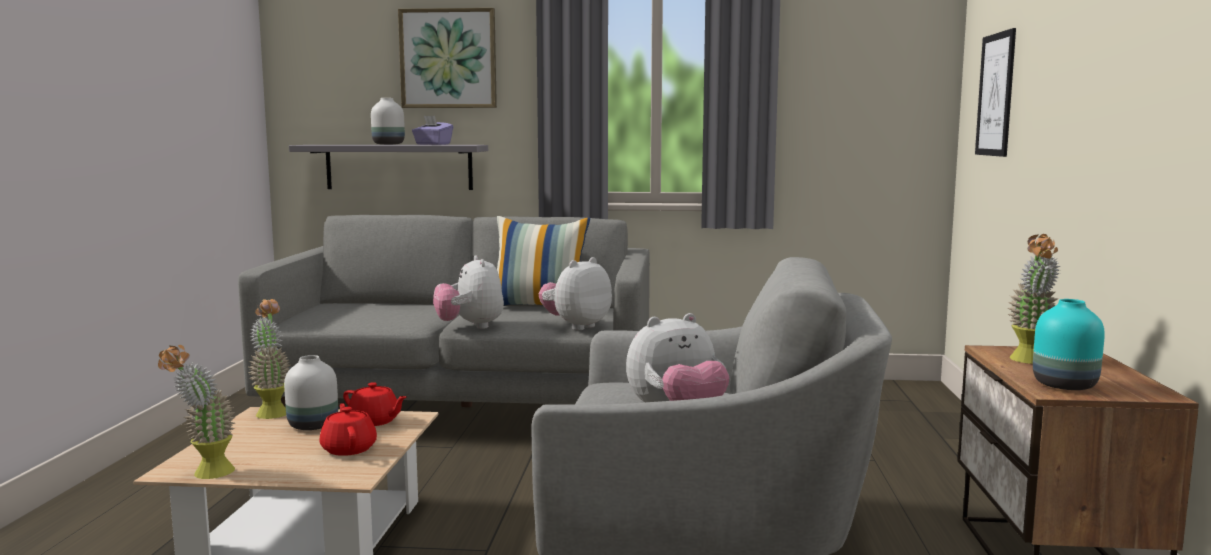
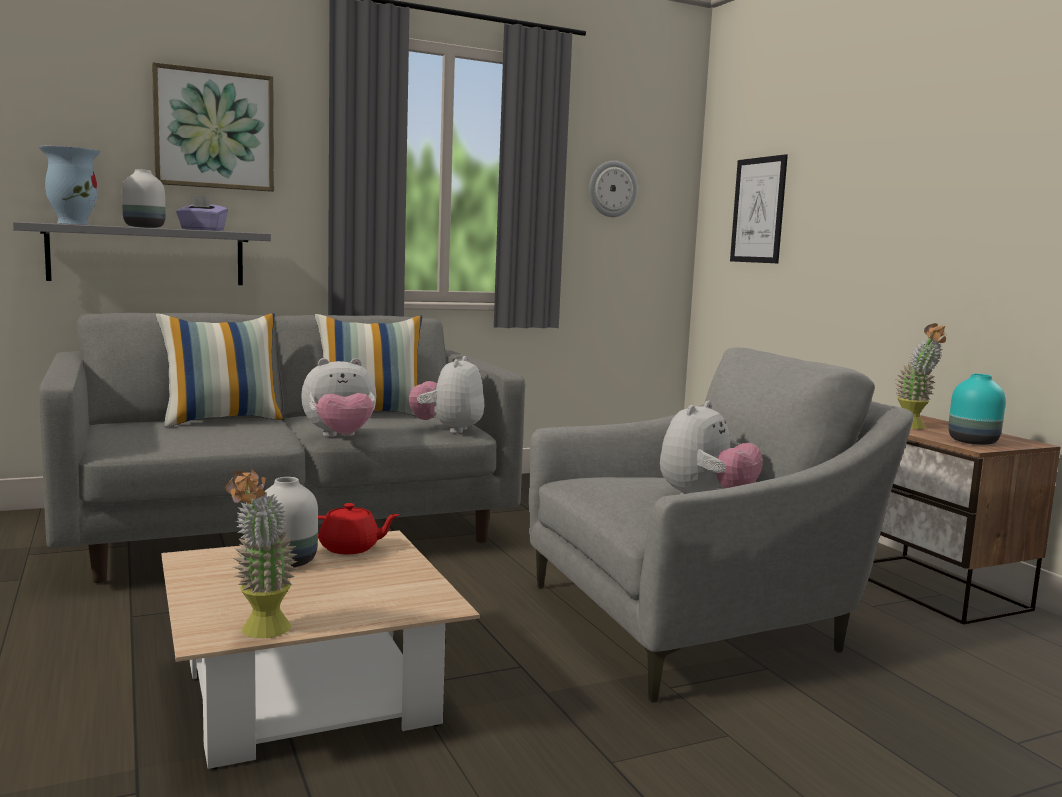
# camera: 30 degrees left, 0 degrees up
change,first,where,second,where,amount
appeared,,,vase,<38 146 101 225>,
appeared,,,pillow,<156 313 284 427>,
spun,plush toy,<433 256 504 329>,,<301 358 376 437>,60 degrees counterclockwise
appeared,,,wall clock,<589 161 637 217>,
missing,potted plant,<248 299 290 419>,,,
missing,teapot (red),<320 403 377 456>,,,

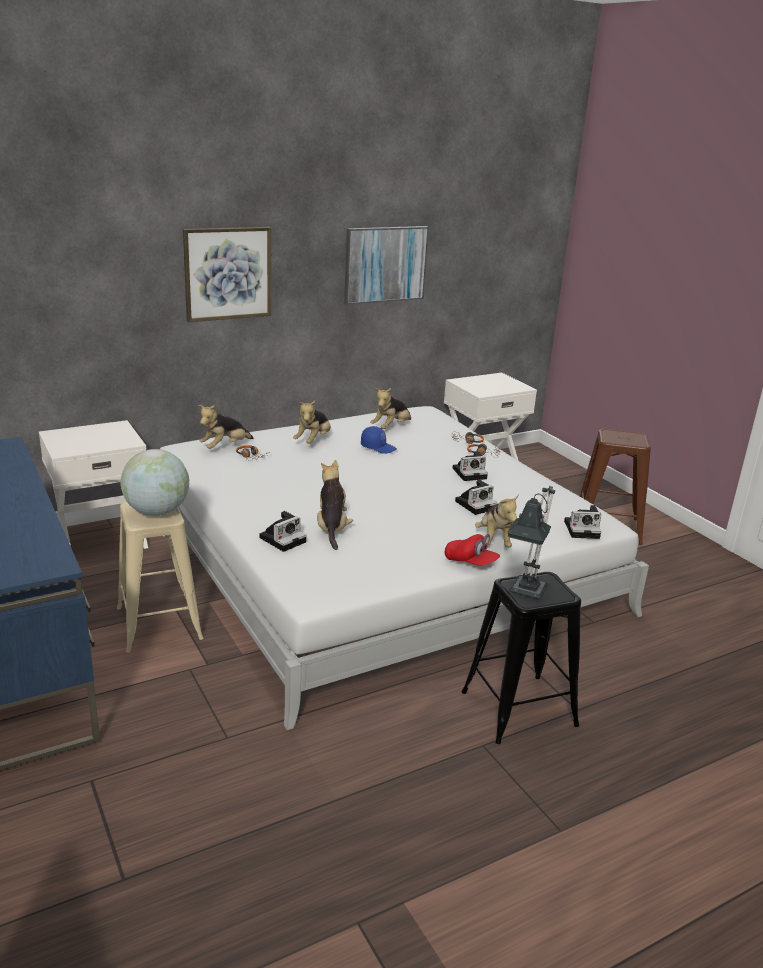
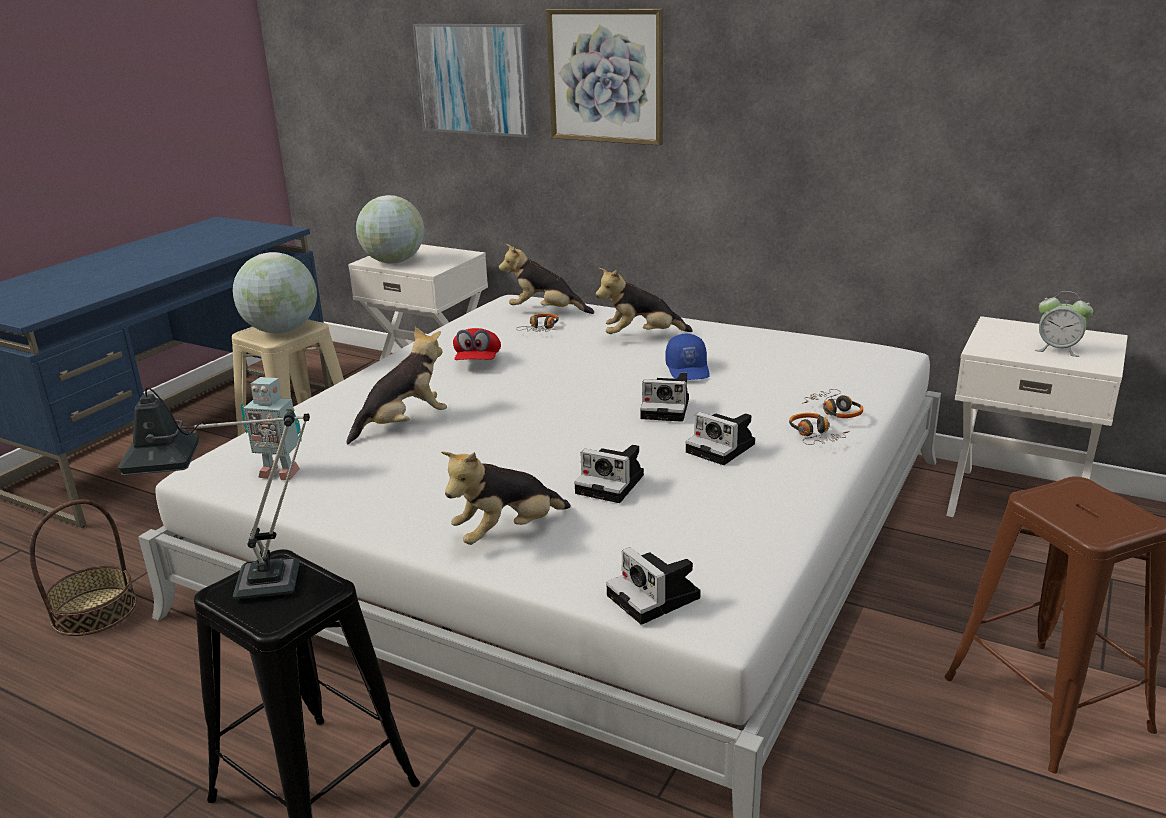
# camera: 60 degrees right, 0 degrees up
change,first,where,second,where,amount
appeared,,,basket,<30 499 137 636>,
appeared,,,toy robot,<240 377 302 480>,
appeared,,,globe,<356 195 424 264>,
relocated,picture,<344 226 429 305>,,<413 24 532 137>,
relocated,cap (red),<445 534 500 566>,,<453 328 501 360>,
relocated,photo camera,<259 511 307 552>,,<640 373 689 422>,
appeared,,,alarm clock,<1035 291 1093 357>,
missing,plush toy,<370 388 411 429>,,,

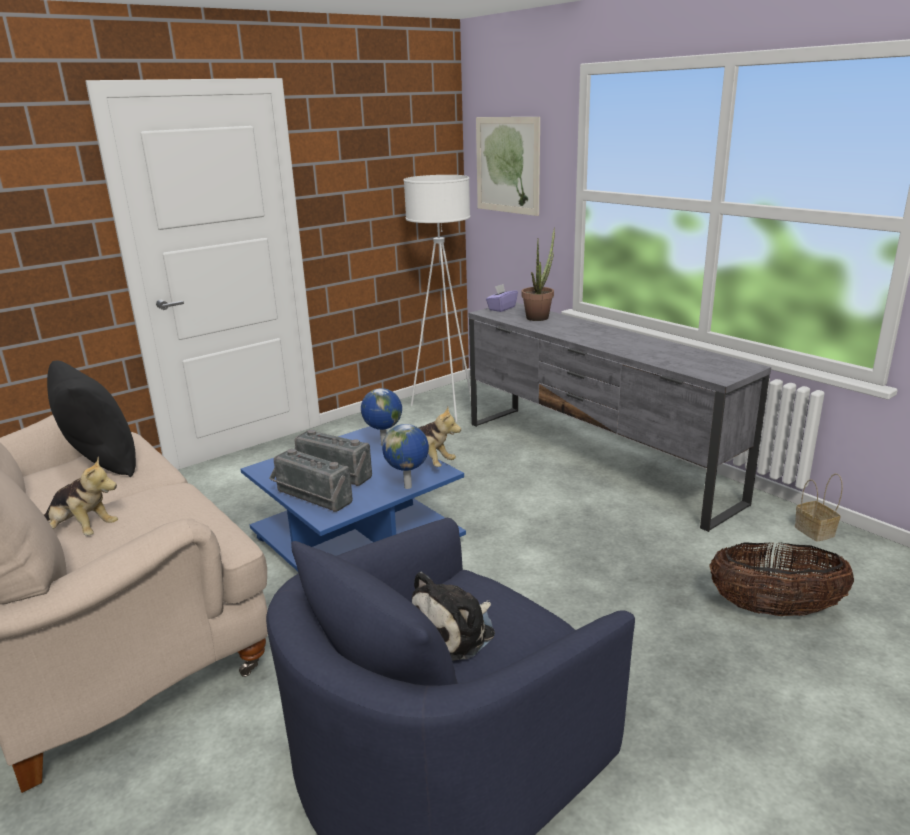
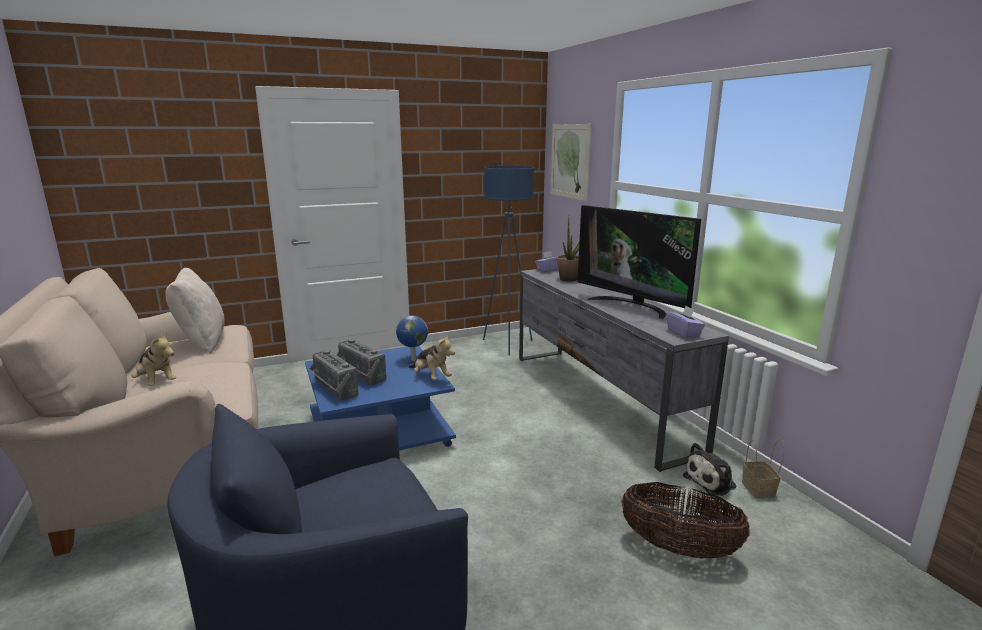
# camera: 15 degrees right, 5 degrees down
change,first,where,second,where,amount
colour,pillow (black),<47 361 136 478>,pillow (beige),<165 268 225 353>,
colour,floor lamp (white),<404 175 471 422>,floor lamp (blue),<483 166 534 355>,
appeared,,,television,<578 205 701 319>,
appeared,,,tissue box (purple),<666 306 705 338>,
relocated,plush toy,<412 572 495 661>,,<683 443 736 496>,
missing,globe,<382 424 429 489>,,,

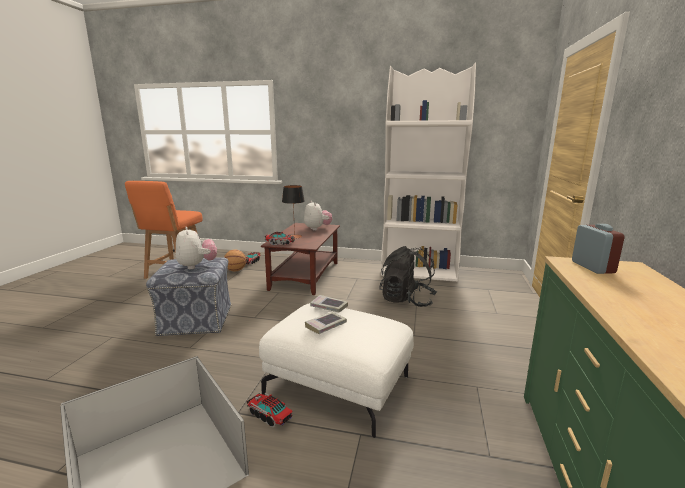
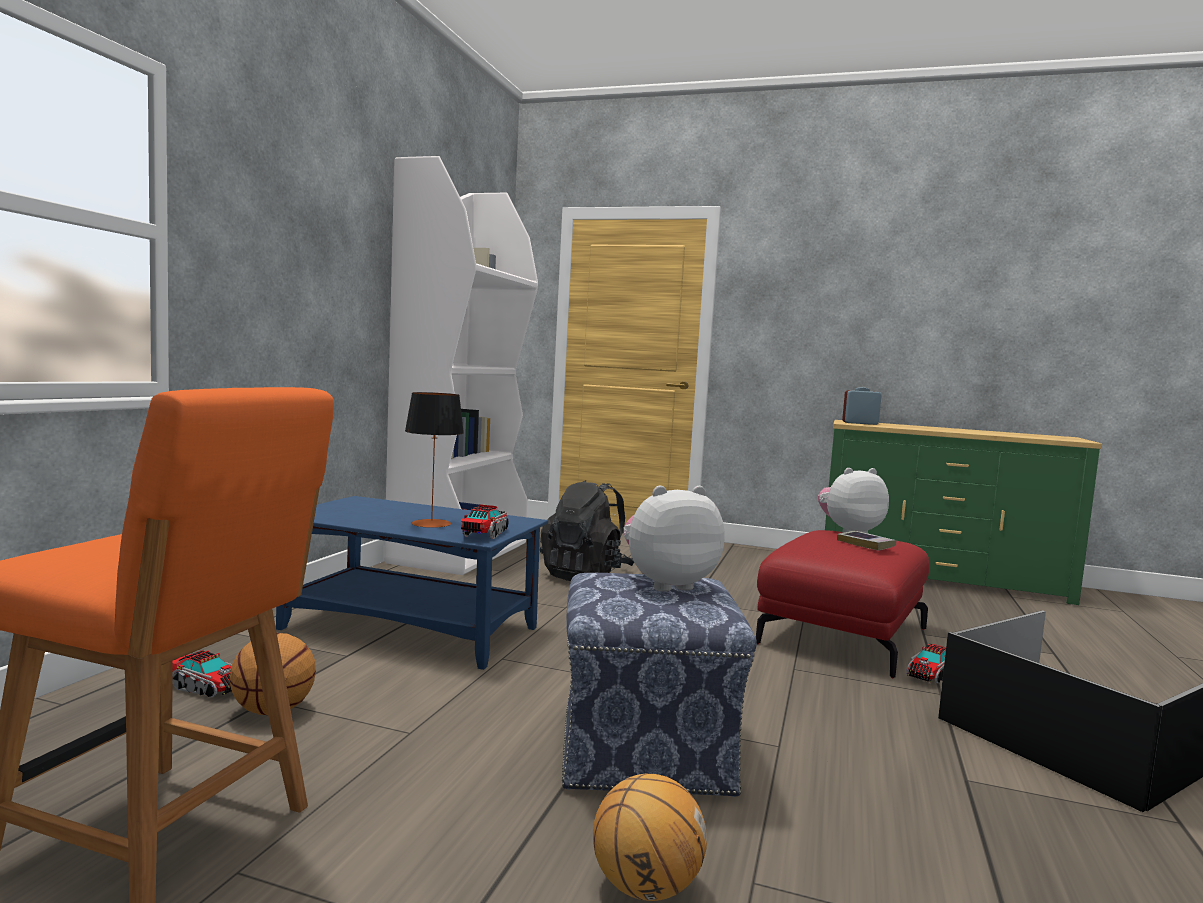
# camera: 85 degrees left, 10 degrees down
change,first,where,second,where,amount
colour,coffee table (brown),<261 223 340 295>,coffee table (blue),<276 496 548 670>,
appeared,,,basketball,<593 774 707 901>,
colour,ottoman (white),<259 303 414 438>,ottoman (red),<756 530 929 678>,
relocated,plush toy,<304 201 332 231>,,<818 468 889 533>,
missing,book,<310 295 348 312>,,,

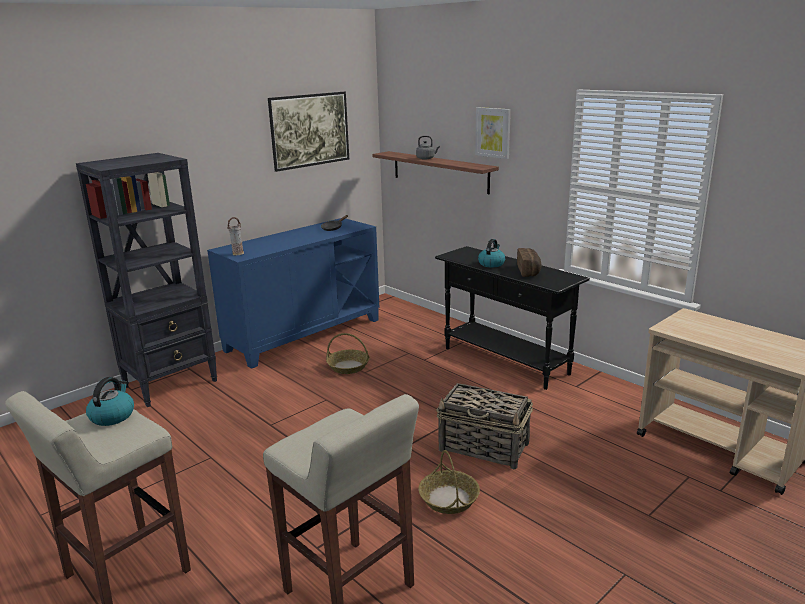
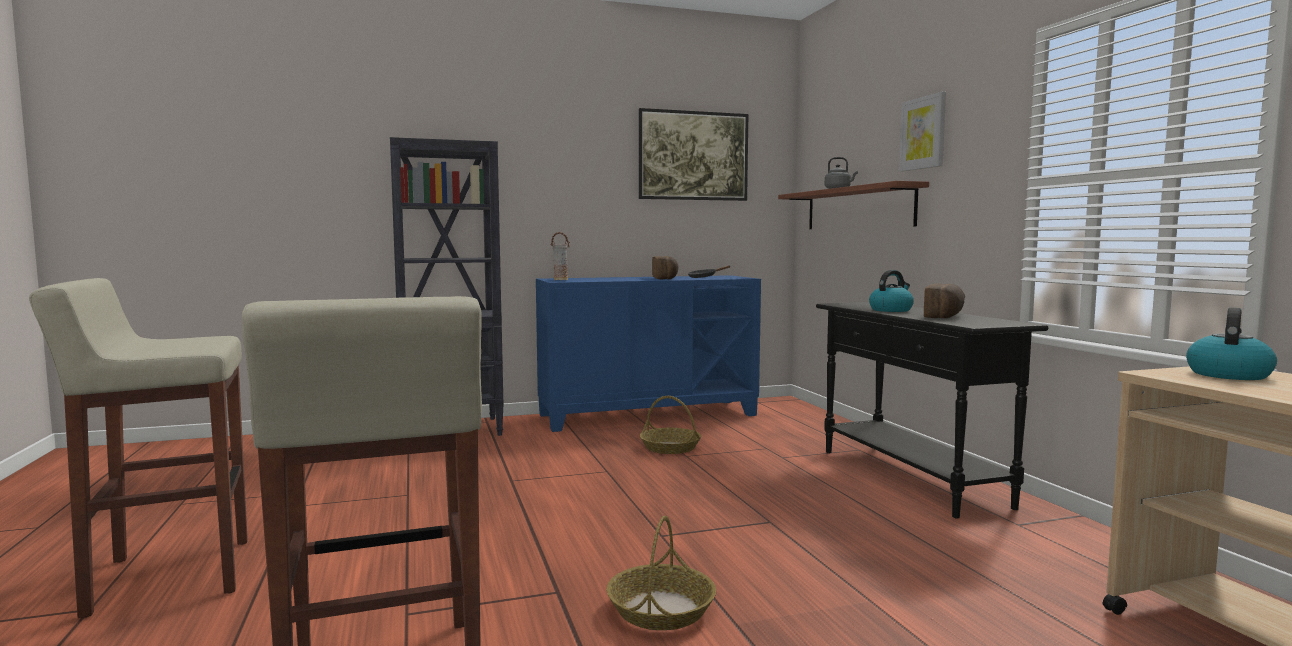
# camera: 25 degrees right, 15 degrees down
change,first,where,second,where,amount
appeared,,,bread,<652 256 679 279>,
relocated,kettle,<86 377 134 426>,,<1186 308 1277 380>,
missing,basket,<436 383 533 470>,,,

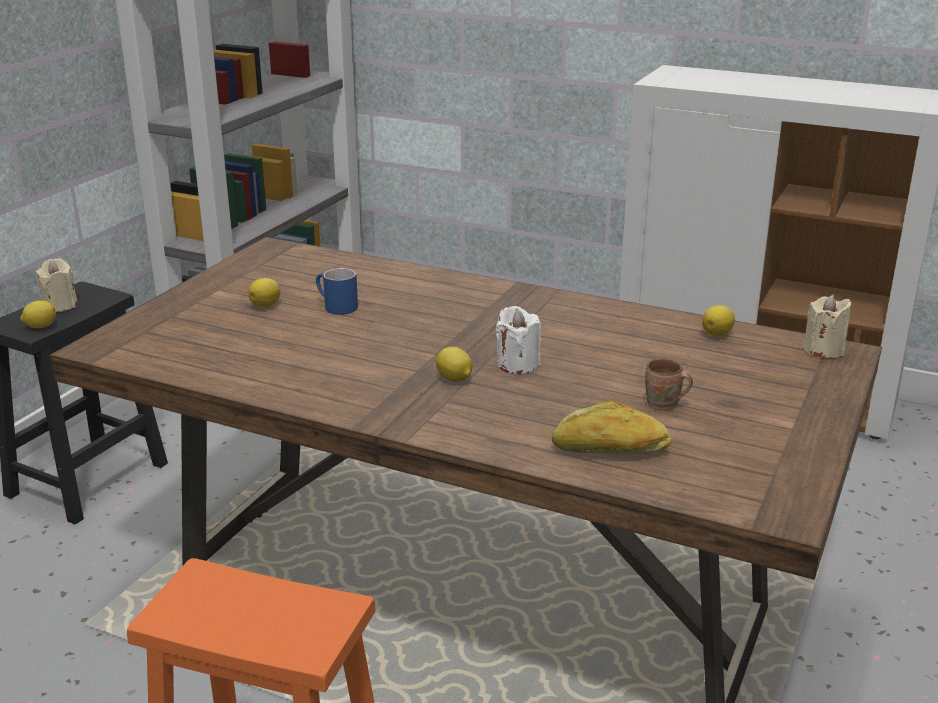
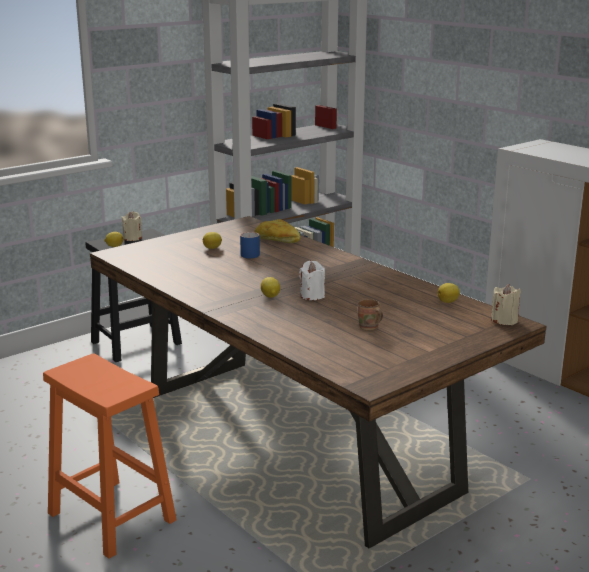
# camera: 25 degrees right, 5 degrees down
change,first,where,second,where,amount
relocated,bread,<552 401 672 454>,,<254 219 301 243>,

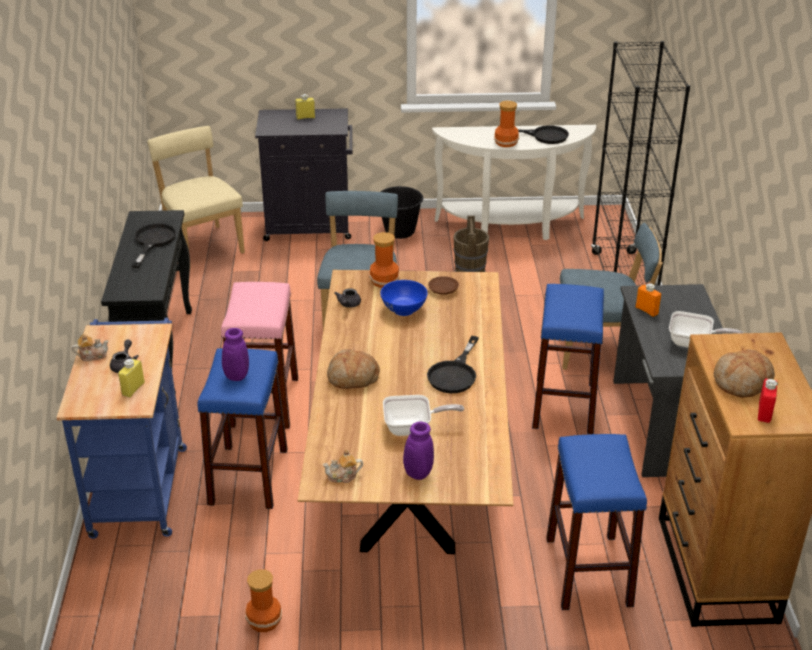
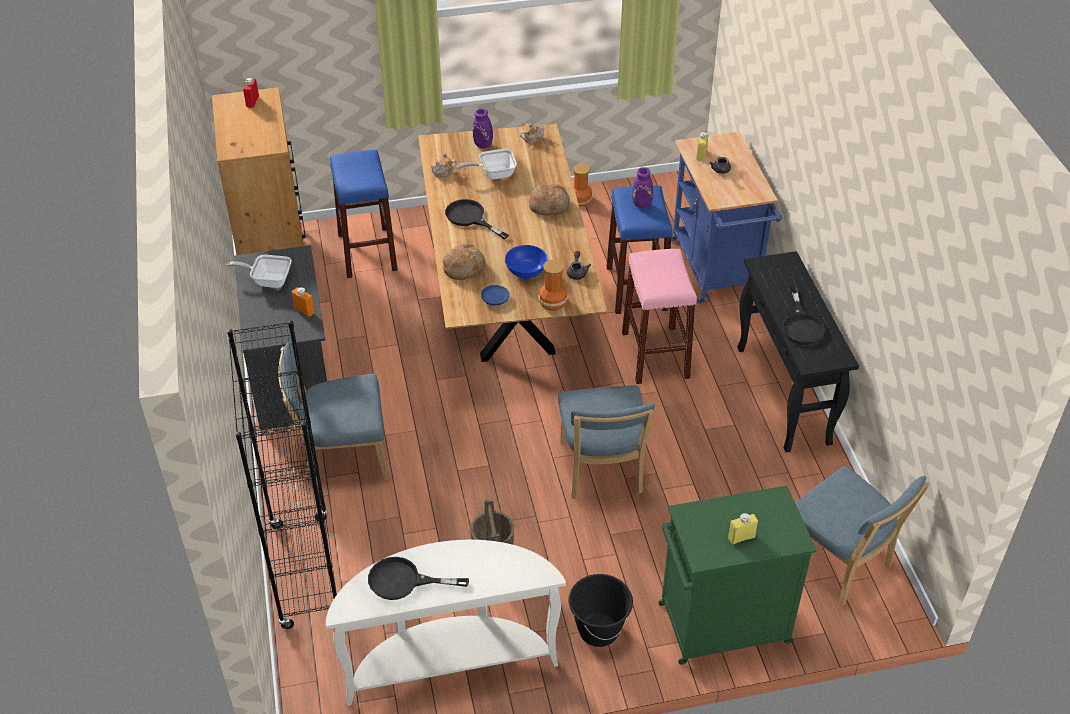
# camera: 170 degrees right, 10 degrees up
change,first,where,second,where,amount
relocated,teapot,<72 334 109 361>,,<430 153 457 177>,
relocated,bread,<714 349 775 398>,,<443 243 485 280>,
spun,frying pan (black),<427 336 479 393>,,<445 199 509 239>,60 degrees counterclockwise
colour,plate (brown),<428 276 459 295>,plate (blue),<481 285 510 305>,
colour,cabinet (black),<255 108 353 241>,cabinet (green),<658 485 816 665>,
colour,chair (beige),<147 126 245 268>,chair (blue),<795 466 929 606>,
missing,vase,<494 101 519 147>,,,
missing,stool (blue),<532 284 604 434>,,,

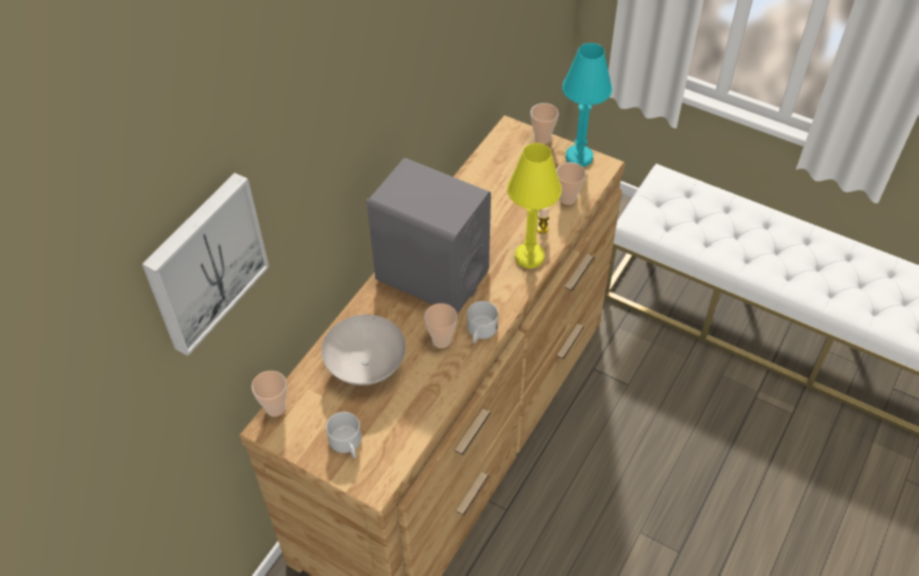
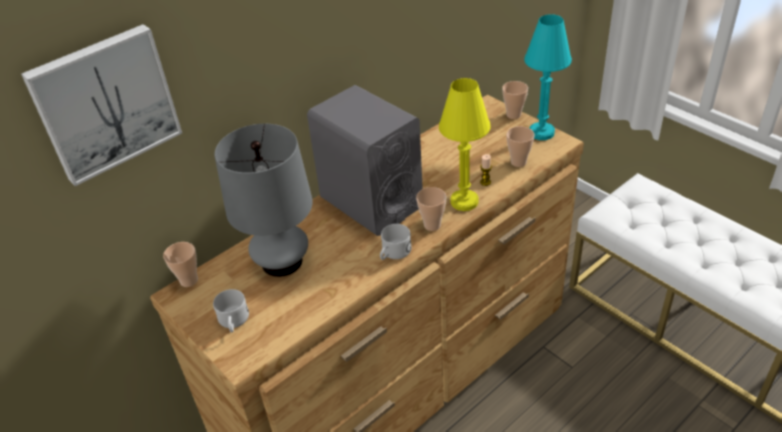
# camera: 20 degrees right, 10 degrees down
change,first,where,second,where,amount
exchanged,bowl (white),<321 314 406 386>,table lamp (grey),<214 124 313 277>,
relocated,cup,<424 303 457 348>,,<416 187 447 231>,

